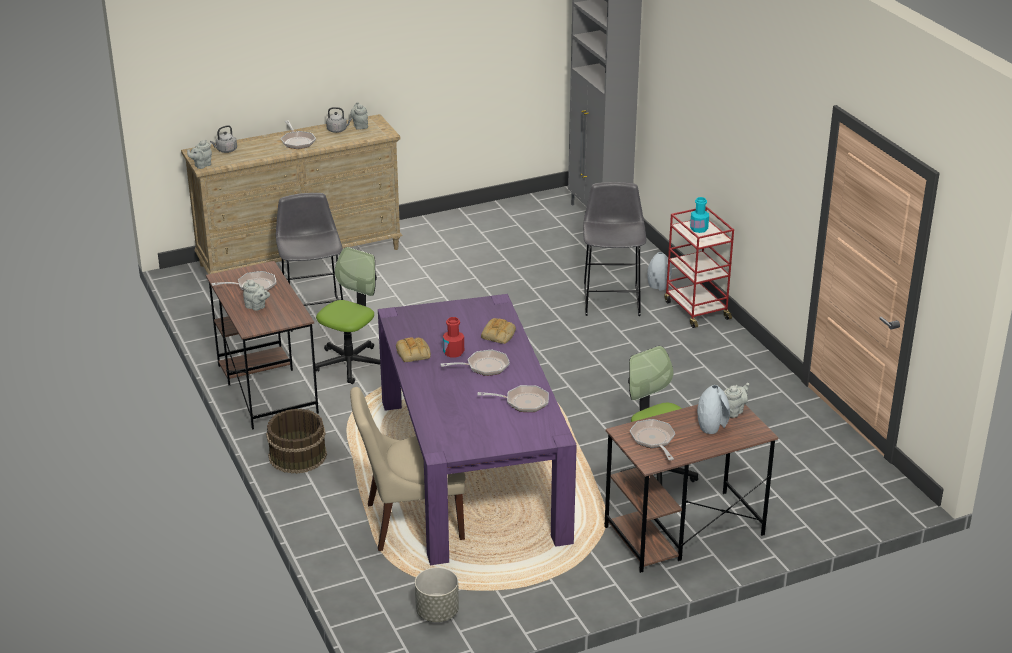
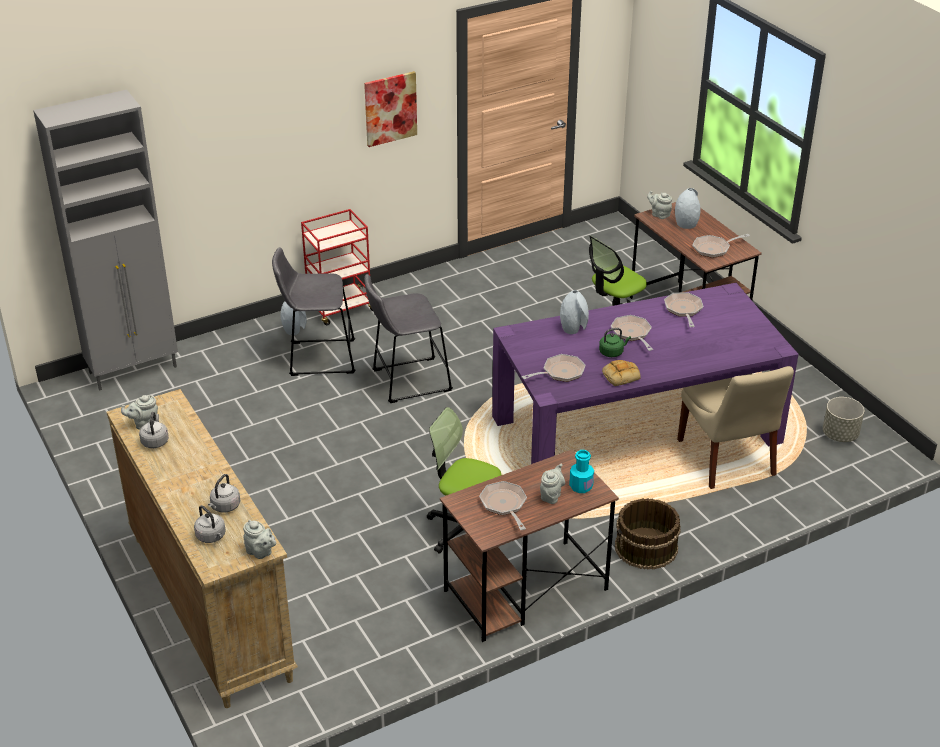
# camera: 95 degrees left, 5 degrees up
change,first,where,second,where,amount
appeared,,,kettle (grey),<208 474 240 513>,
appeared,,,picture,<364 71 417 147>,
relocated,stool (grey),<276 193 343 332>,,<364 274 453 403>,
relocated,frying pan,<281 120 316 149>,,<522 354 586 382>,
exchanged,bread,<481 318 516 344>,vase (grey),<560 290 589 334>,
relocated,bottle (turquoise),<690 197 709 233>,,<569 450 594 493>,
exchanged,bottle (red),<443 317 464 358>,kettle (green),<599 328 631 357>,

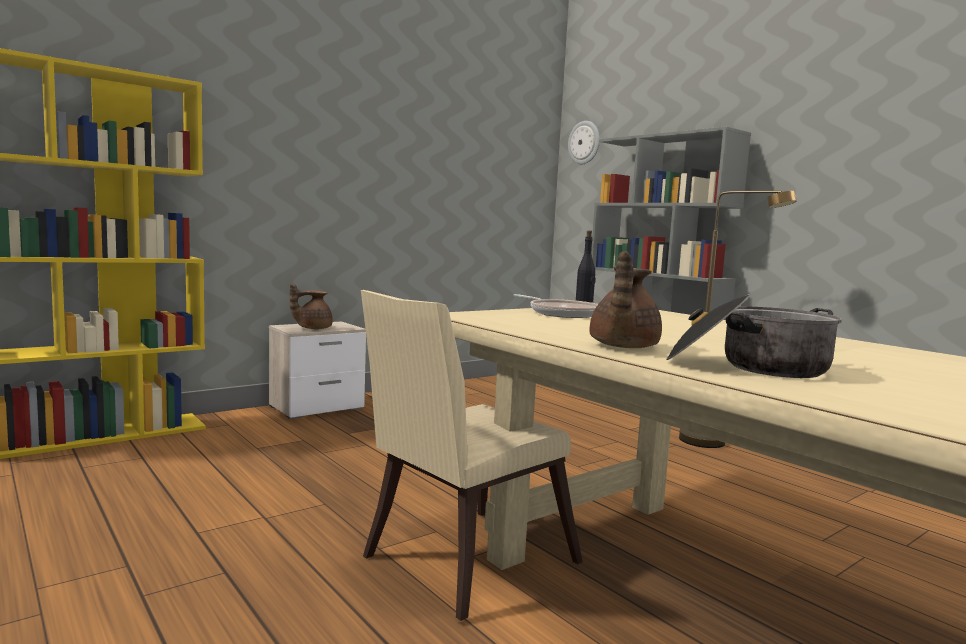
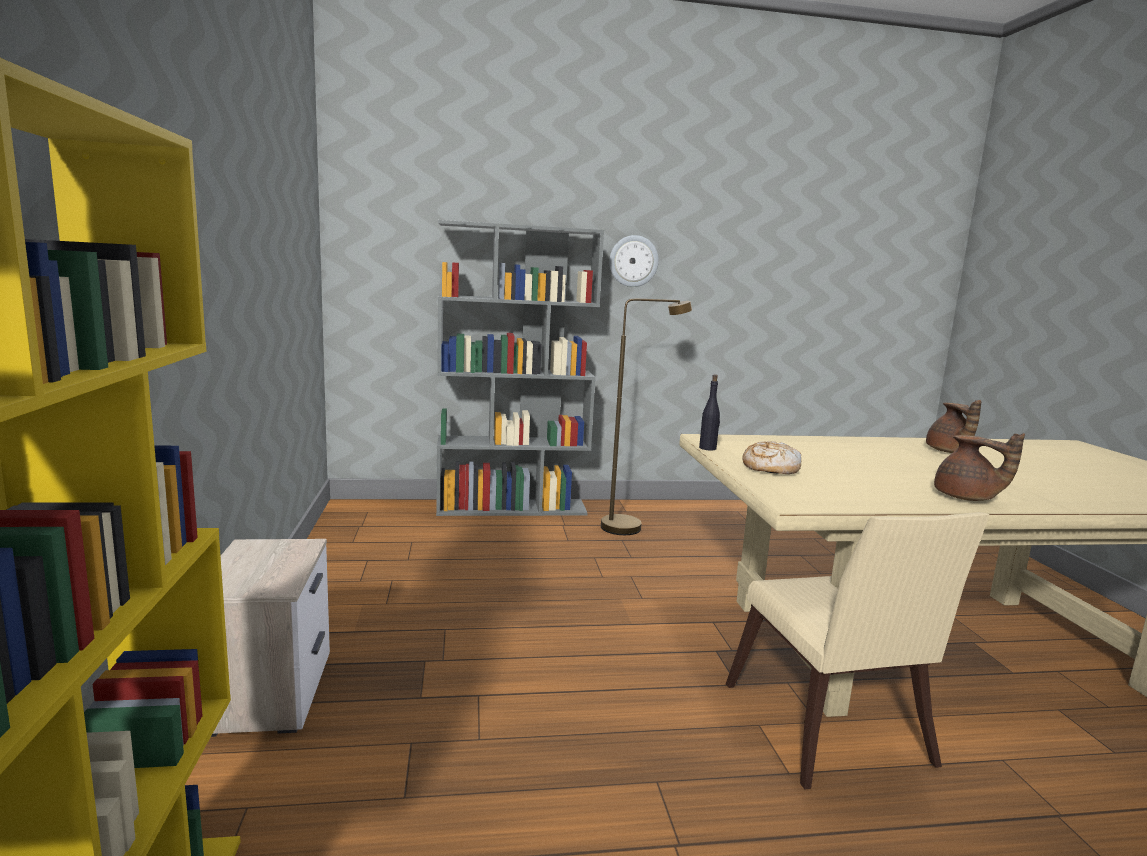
# camera: 60 degrees left, 5 degrees up
change,first,where,second,where,amount
relocated,wall clock,<568 121 600 164>,,<609 235 659 287>,
exchanged,frying pan,<514 294 598 318>,bread,<742 441 801 474>,
relocated,teapot (brown),<290 283 333 329>,,<926 400 981 453>,
missing,cooking pot,<666 294 842 378>,,,

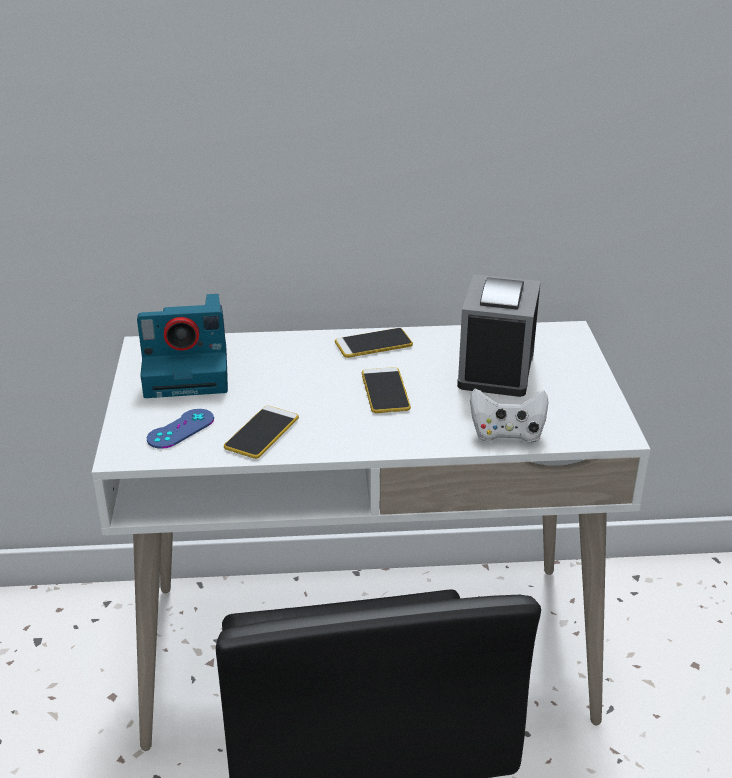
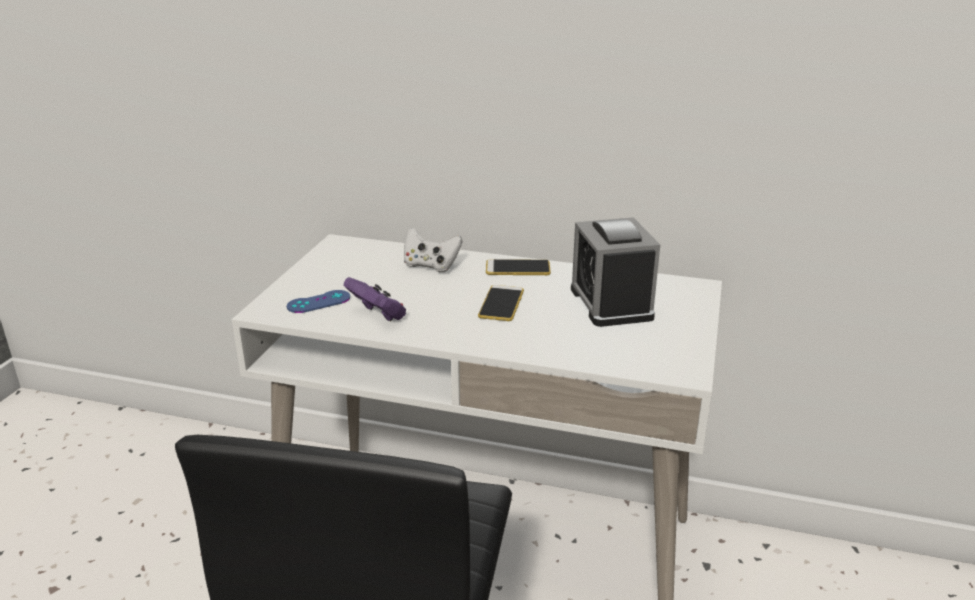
# camera: 20 degrees right, 5 degrees down
change,first,where,second,where,amount
exchanged,phone,<224 406 299 459>,game controller (purple),<344 277 406 321>,
relocated,game controller (white),<470 389 549 443>,,<404 228 463 272>,
spun,alarm clock,<457 274 541 397>,,<571 217 660 327>,45 degrees counterclockwise
missing,photo camera,<137 294 228 398>,,,

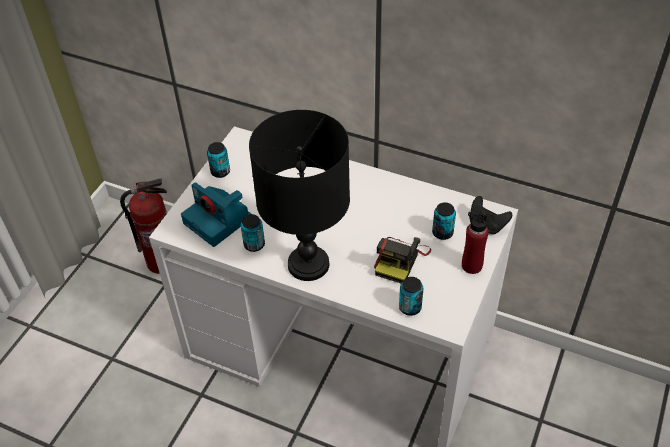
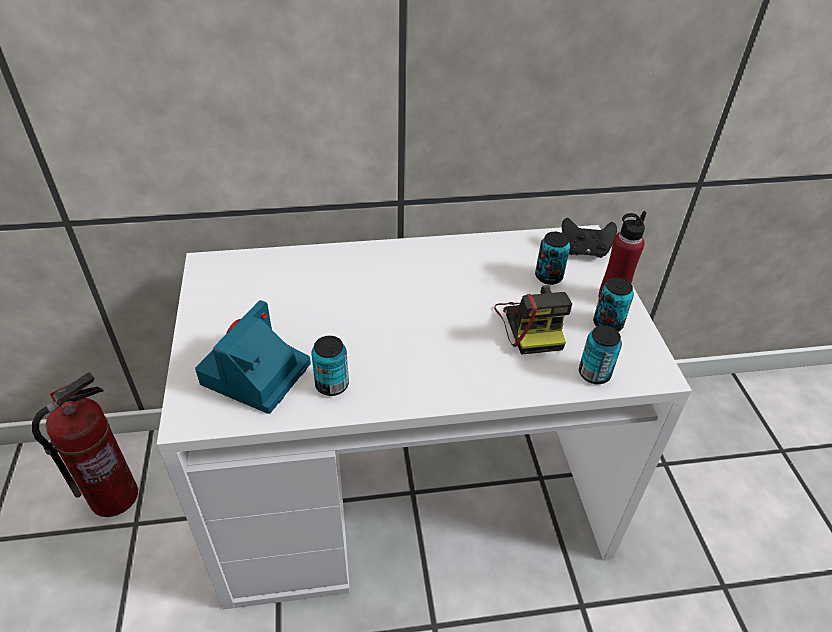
# camera: 35 degrees left, 5 degrees down
change,first,where,second,where,amount
spun,photo camera,<181 182 251 247>,,<195 300 311 414>,105 degrees clockwise
relocated,can,<207 142 230 178>,,<593 277 634 332>,
missing,table lamp (black),<249 110 350 281>,,,

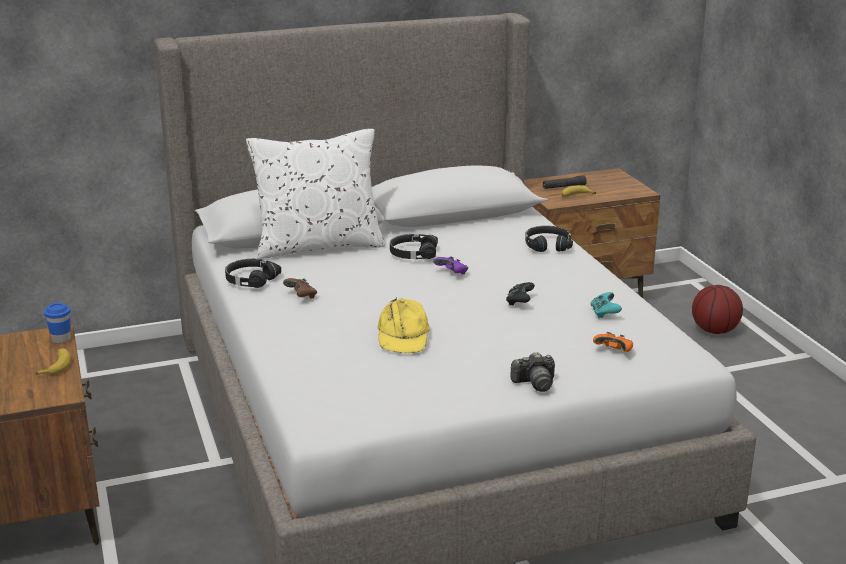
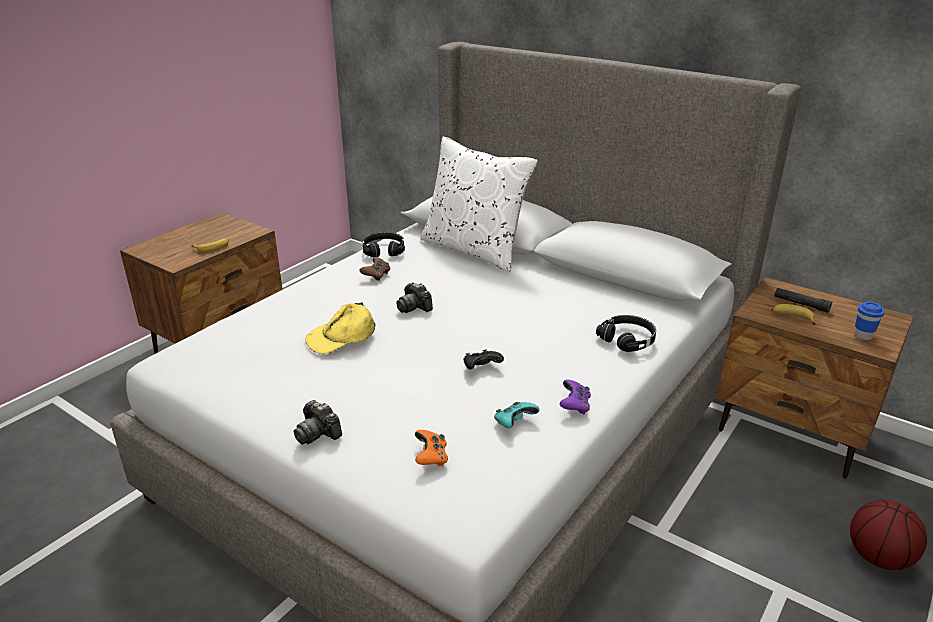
# camera: 55 degrees right, 5 degrees up
change,first,where,second,where,amount
appeared,,,photo camera,<396 282 433 313>,
relocated,game controller (purple),<433 256 468 275>,,<560 379 591 414>,
relocated,cup (blue),<44 303 71 344>,,<854 302 885 340>,
missing,headphones (black),<390 234 438 259>,,,

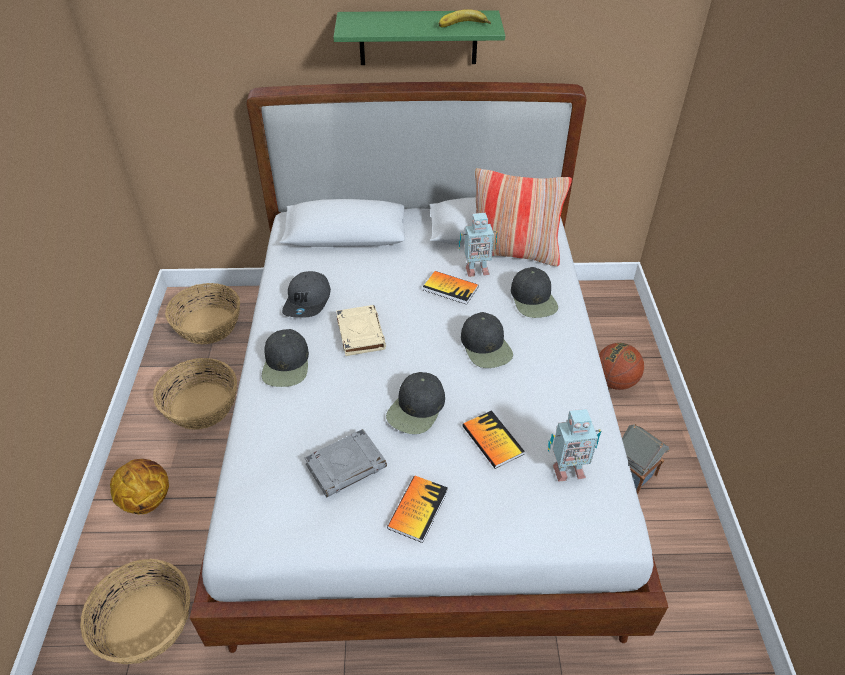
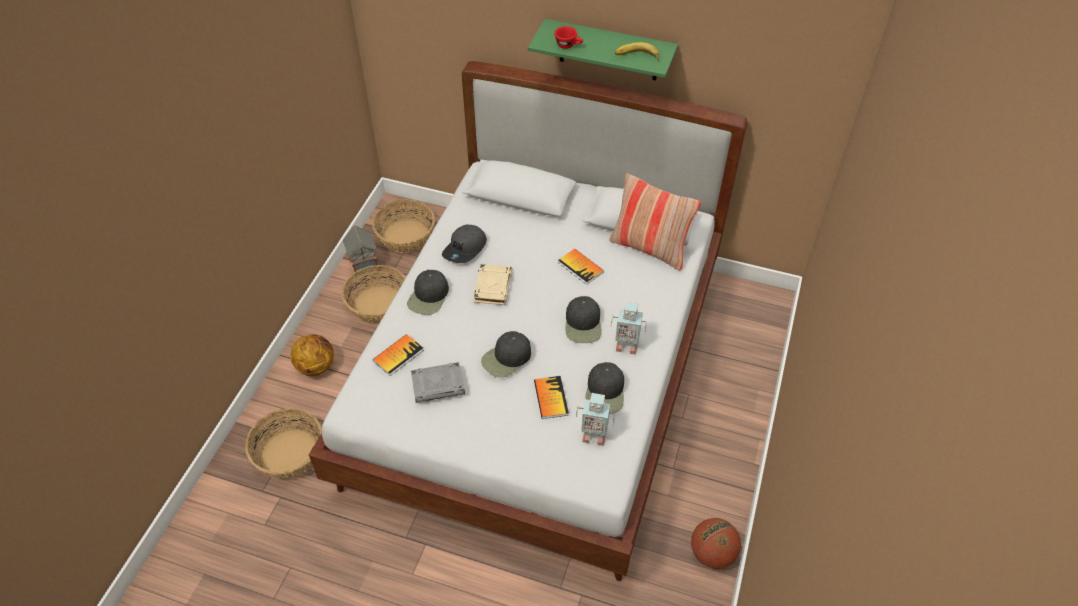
# camera: 20 degrees right, 5 degrees up
change,first,where,second,where,amount
relocated,toy house,<622 424 669 493>,,<343 225 378 277>,
relocated,book,<387 475 448 543>,,<373 334 423 376>,
appeared,,,cup (red),<554 26 583 49>,
relocated,cap (black),<511 267 558 318>,,<585 362 624 413>,
relocated,toy robot,<459 213 497 277>,,<611 302 646 355>,
relocated,basketball,<599 343 644 390>,,<691 518 741 569>,

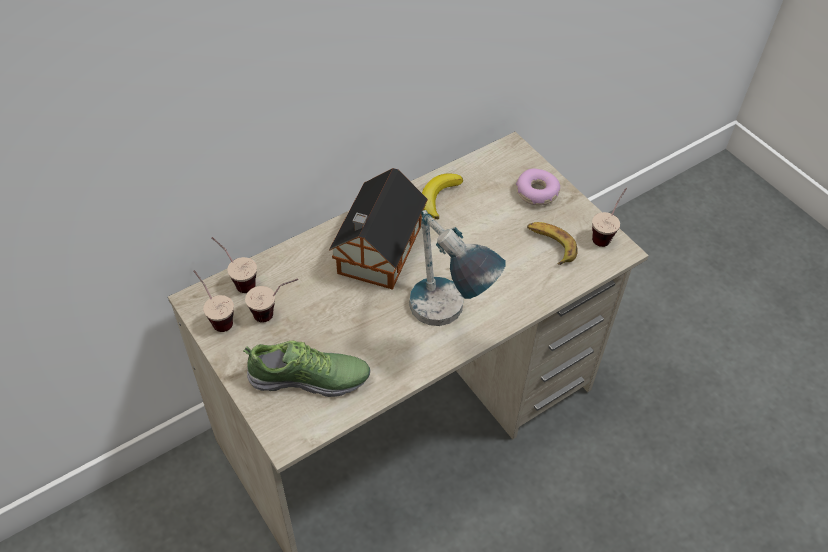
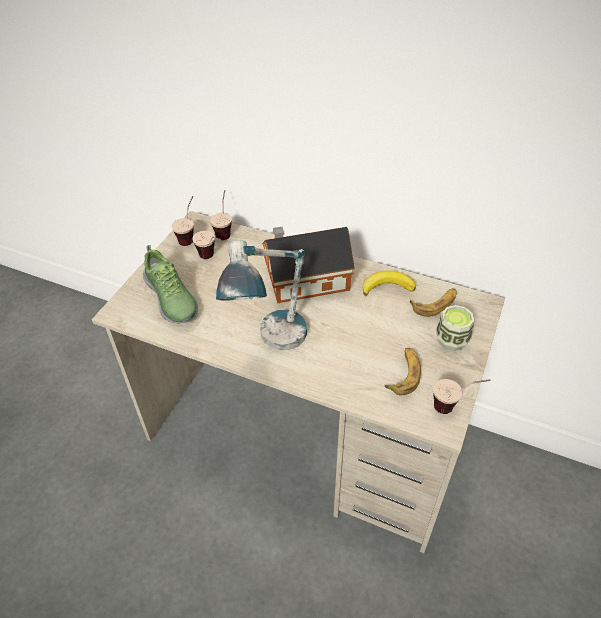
# camera: 60 degrees right, 5 degrees down
change,first,where,second,where,amount
appeared,,,banana,<410 288 457 317>,
exchanged,donut,<516 169 560 206>,cup,<436 305 474 351>,

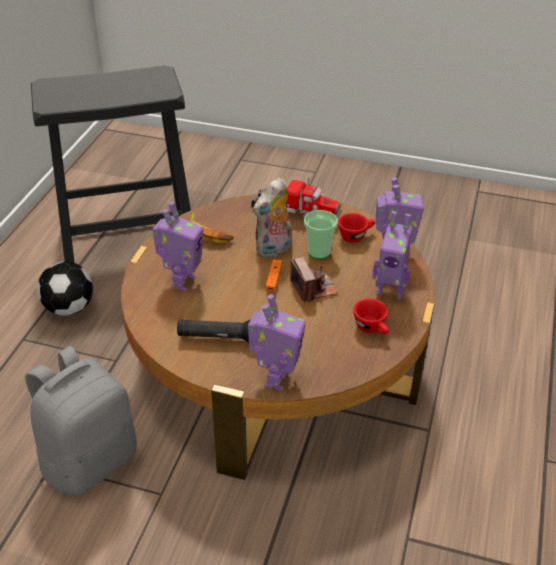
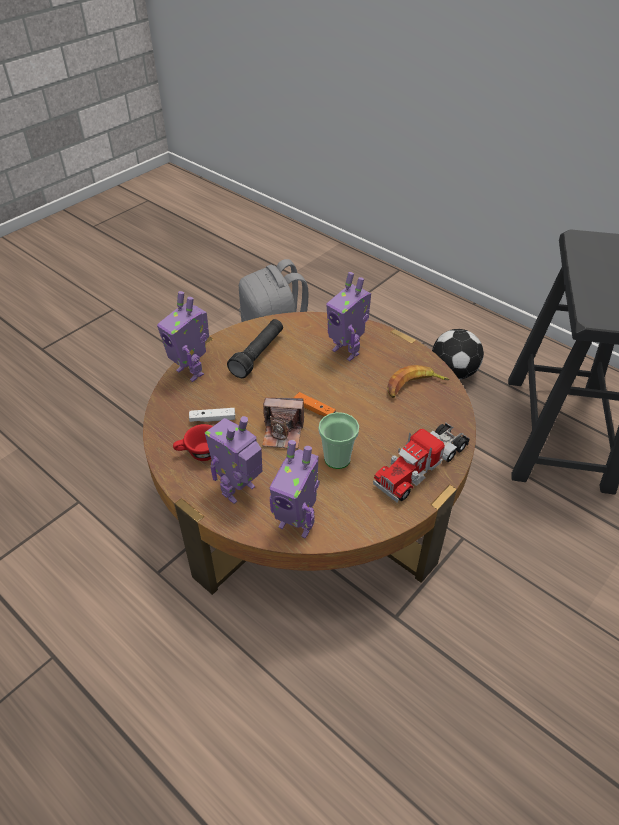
# camera: 115 degrees right, 5 degrees up
change,first,where,second,where,amount
appeared,,,game controller (white),<189 408 235 422>,
missing,plush toy,<254 178 292 258>,,,
missing,cup (red),<338 213 375 243>,,,

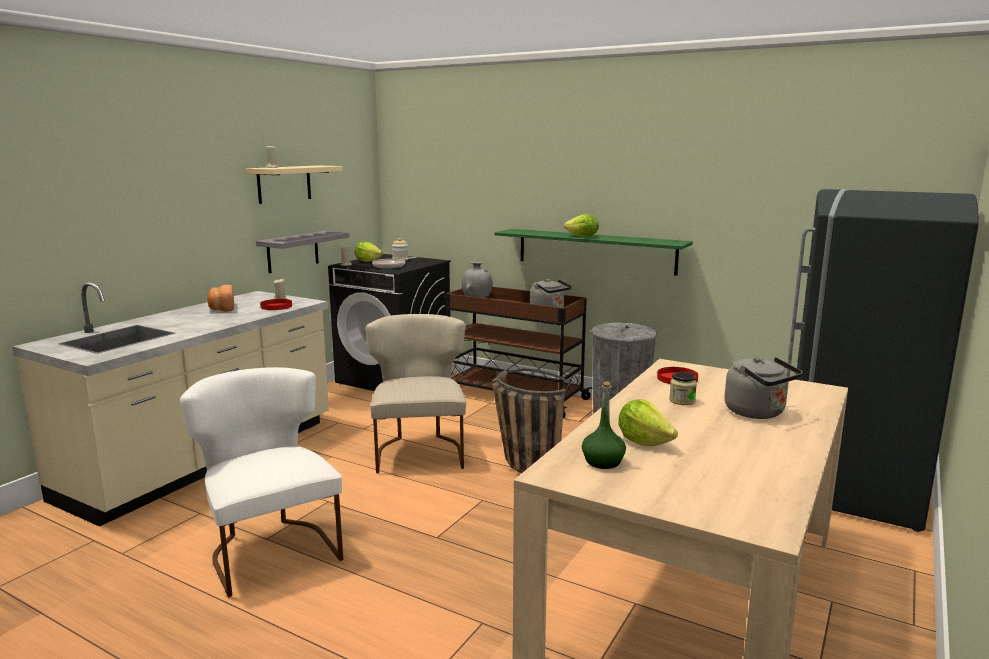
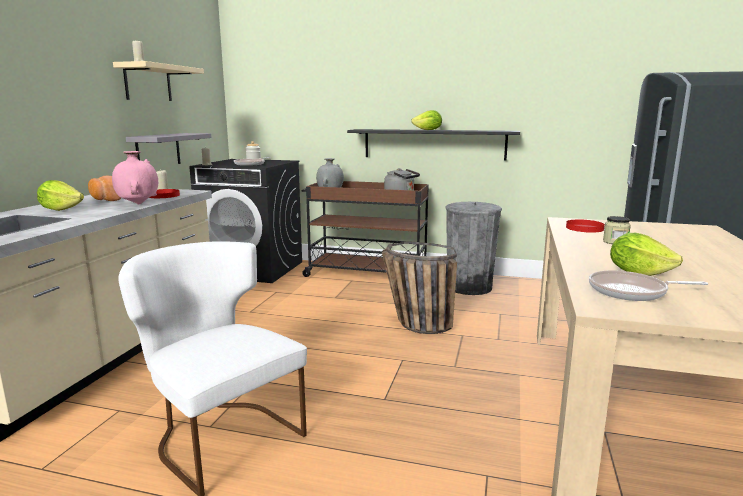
# camera: 15 degrees left, 0 degrees up
change,first,where,second,where,amount
relocated,lettuce,<354 241 383 262>,,<37 180 84 211>,
appeared,,,vase (pink),<112 151 158 204>,
colour,shelf (green),<495 229 693 276>,shelf (black),<347 129 520 161>,
exchanged,bottle (green),<582 382 626 469>,frying pan,<589 270 708 301>,
missing,chair (beige),<365 314 466 473>,,,
missing,kettle (grey),<725 357 803 419>,,,

